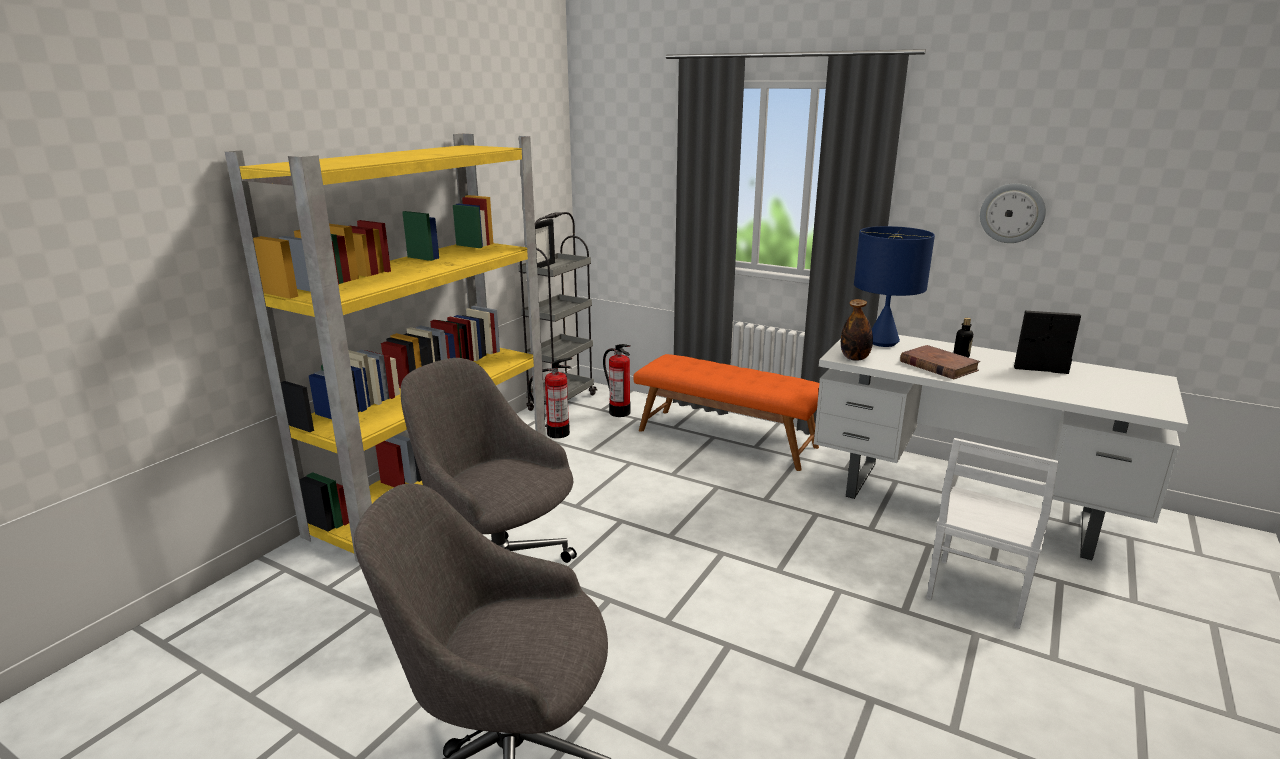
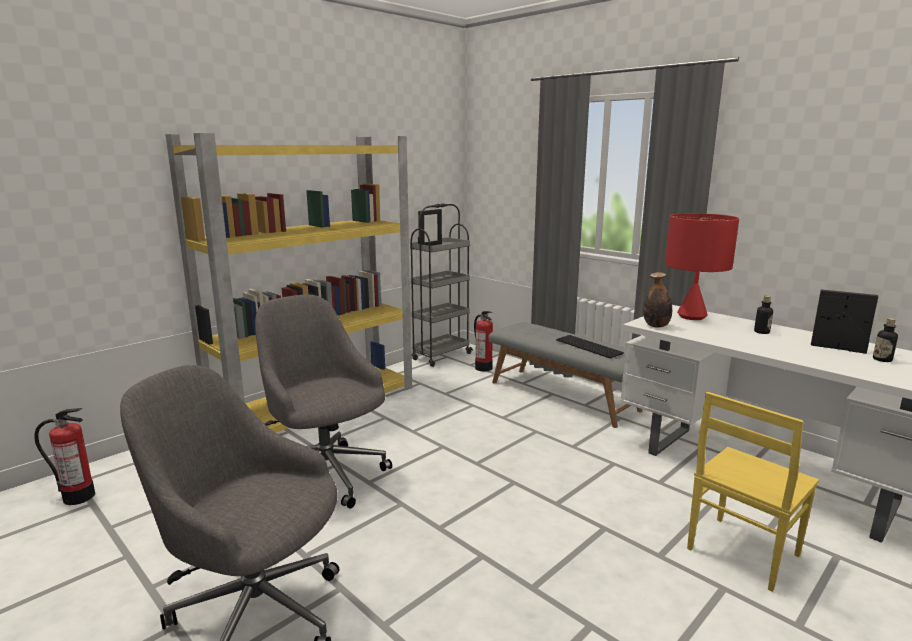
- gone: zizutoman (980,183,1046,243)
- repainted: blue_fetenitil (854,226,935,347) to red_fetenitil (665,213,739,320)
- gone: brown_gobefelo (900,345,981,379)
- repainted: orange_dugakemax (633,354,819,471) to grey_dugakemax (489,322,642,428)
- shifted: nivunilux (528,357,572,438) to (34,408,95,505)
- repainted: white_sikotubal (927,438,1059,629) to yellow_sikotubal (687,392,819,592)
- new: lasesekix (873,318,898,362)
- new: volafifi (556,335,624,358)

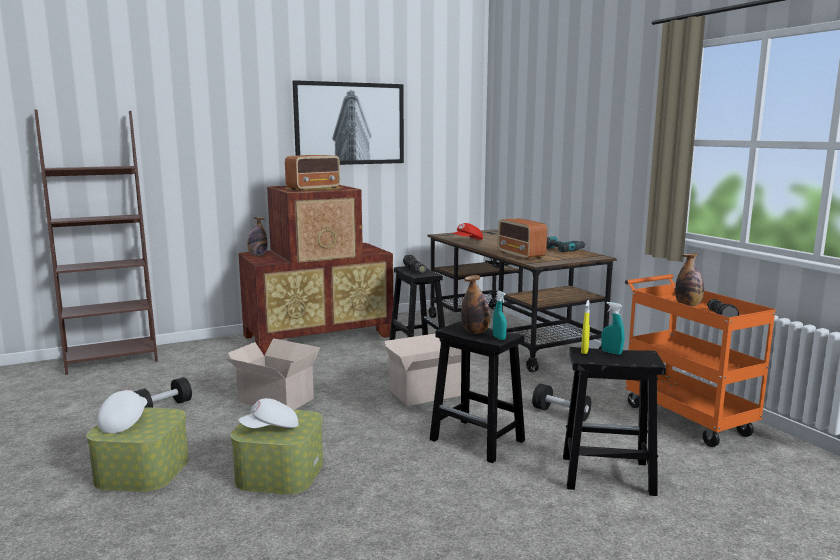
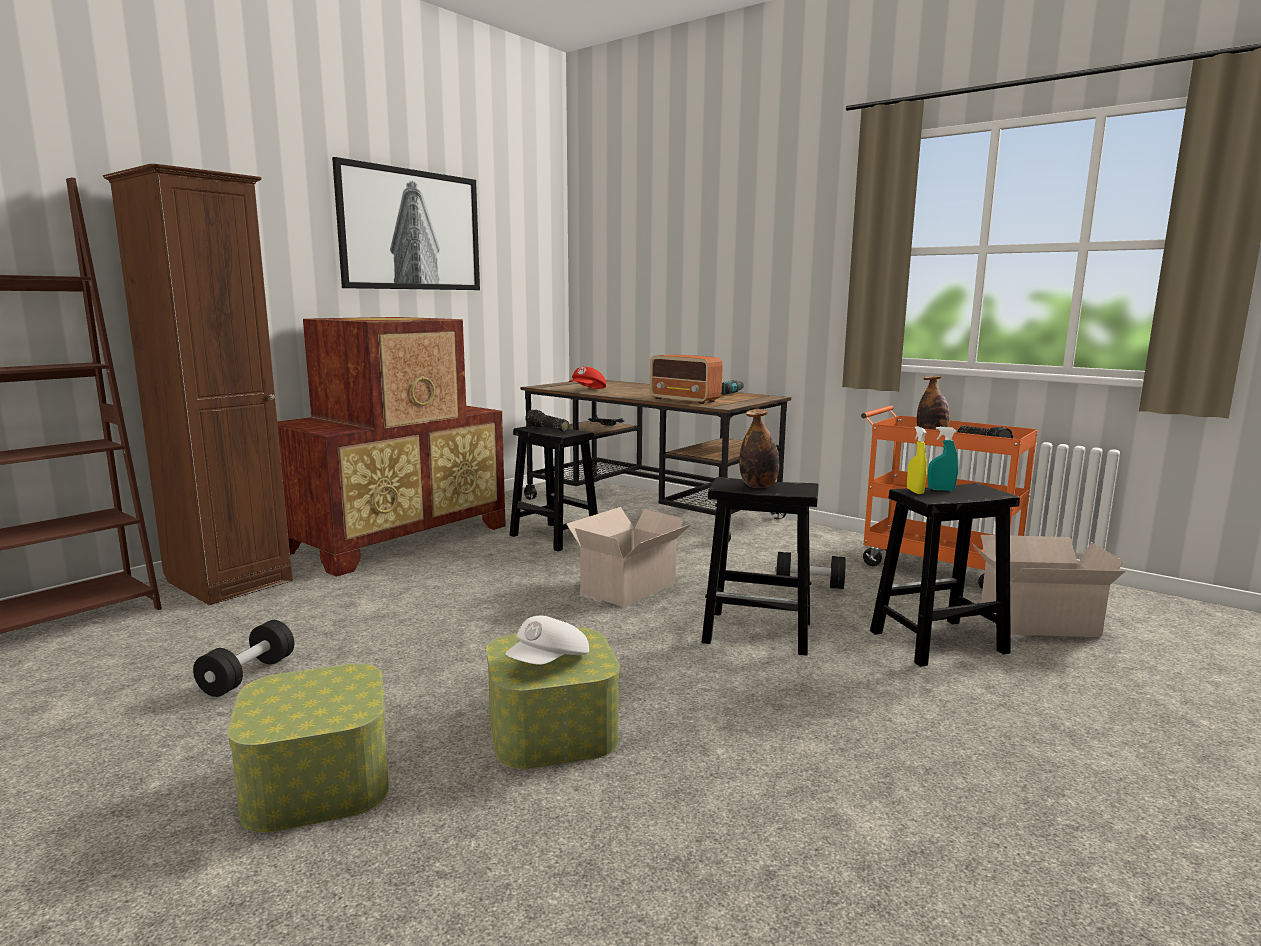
- gone: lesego (285,155,340,191)
- gone: lasesekix (247,217,267,256)
- gone: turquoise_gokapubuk (493,291,507,340)
- shifted: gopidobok (225,338,320,410) to (972,535,1125,637)
- gone: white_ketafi (97,389,147,433)
- new: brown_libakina (103,164,293,605)

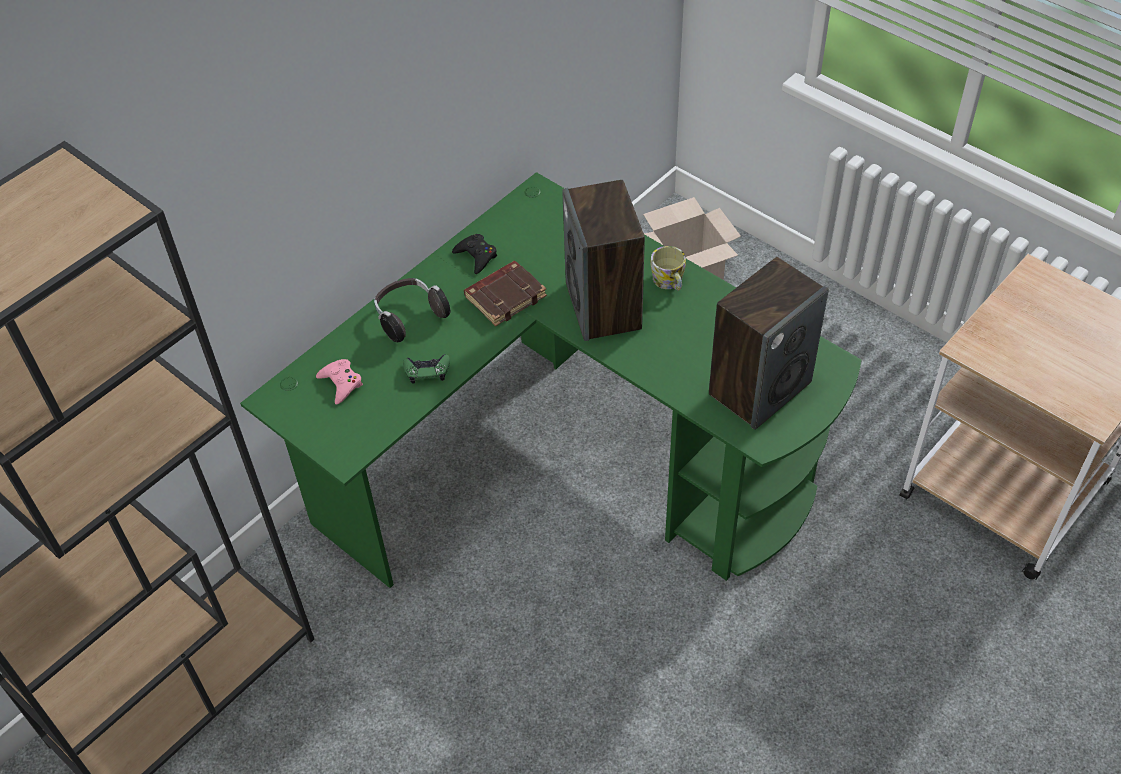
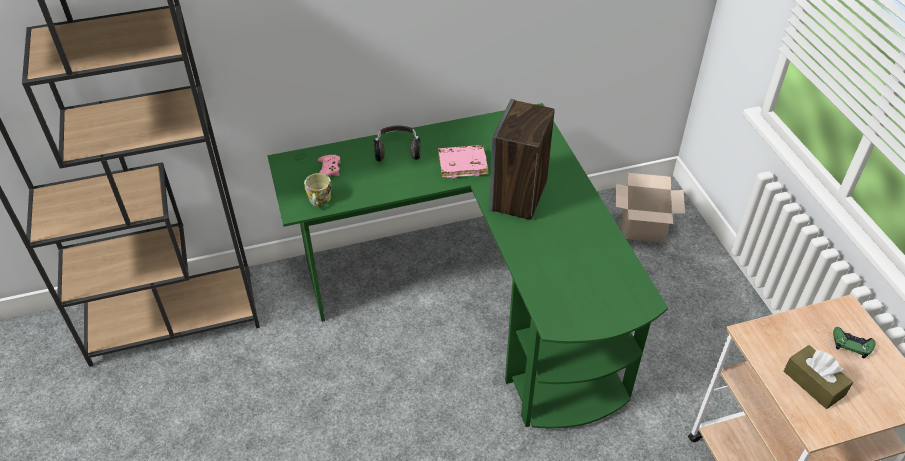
- gone: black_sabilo (452,234,497,274)
- shifted: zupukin (650,246,686,290) to (304,173,331,207)
- gone: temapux (709,257,829,430)
- repainted: brown_gobefelo (464,261,547,326) to pink_gobefelo (438,145,488,178)
- shifted: green_sabilo (403,354,450,384) to (833,327,876,358)
- new: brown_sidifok (784,345,853,409)

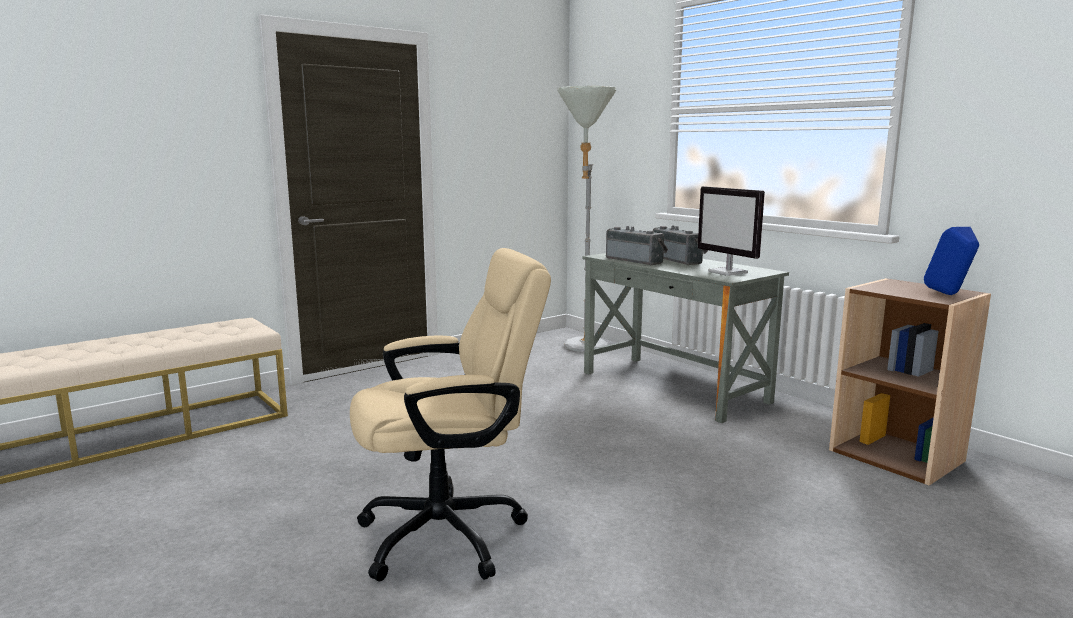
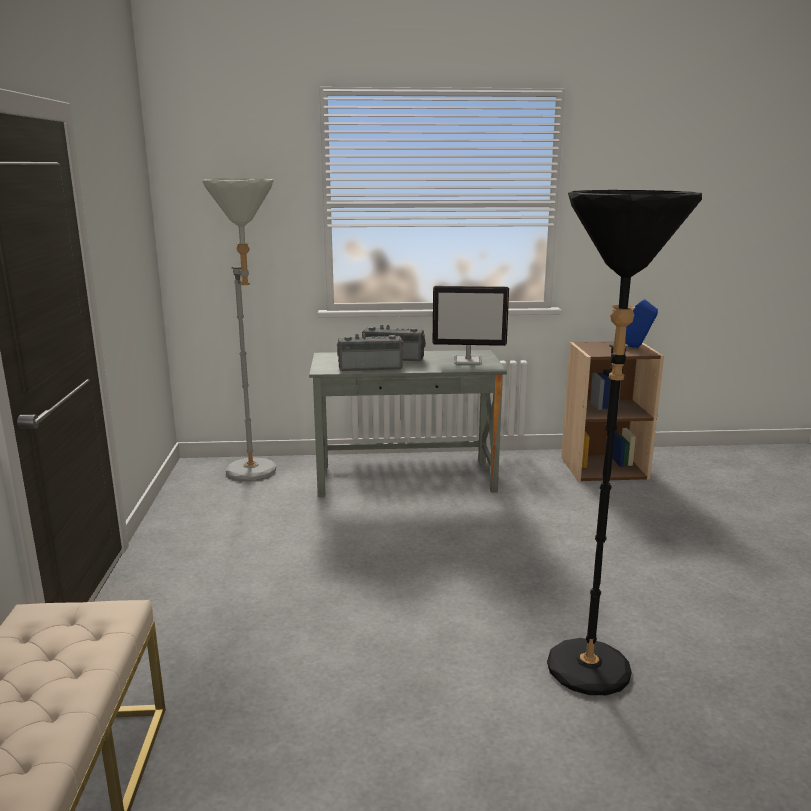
- swapped: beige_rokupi (350,248,551,582) to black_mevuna (547,190,702,695)

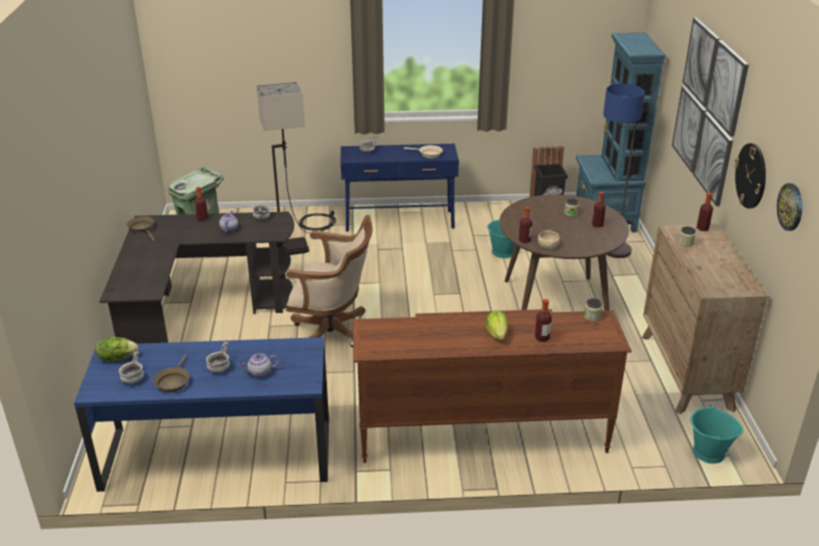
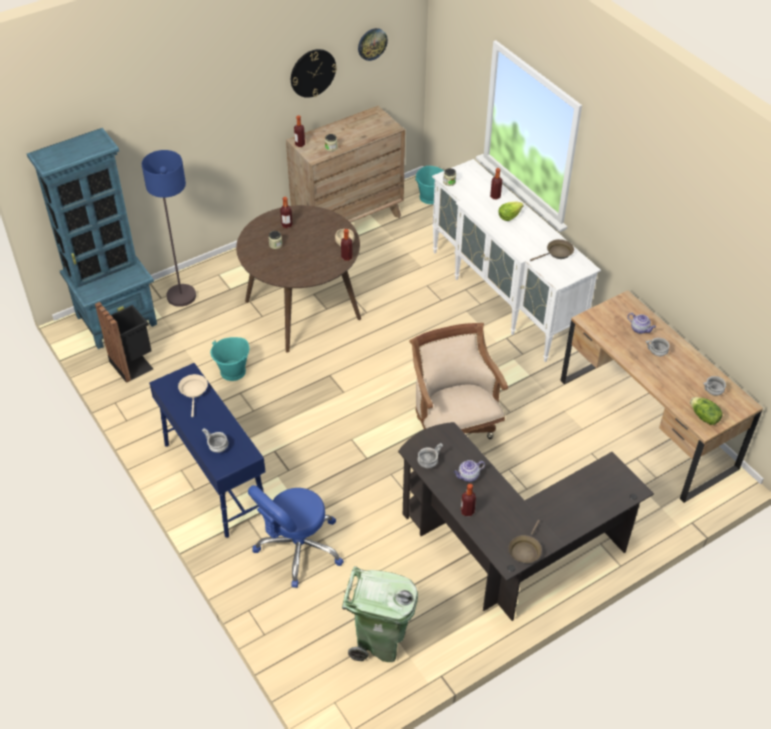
- gone: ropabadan (672,17,749,206)
- swapped: mevuna (257,82,336,255) to blue_rokupi (248,485,344,588)
- repainted: brown_libakina (353,309,632,463) to white_libakina (432,159,601,362)
- repainted: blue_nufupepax (74,337,329,492) to brown_nufupepax (560,290,763,503)
- shifted: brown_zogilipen (153,354,190,393) to (530,239,574,261)

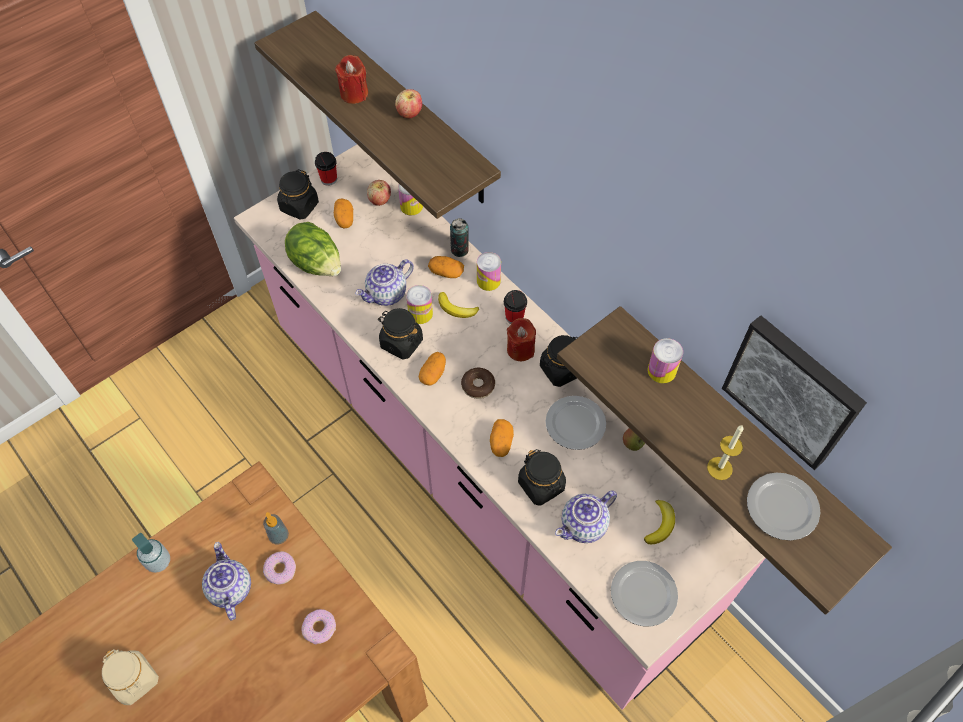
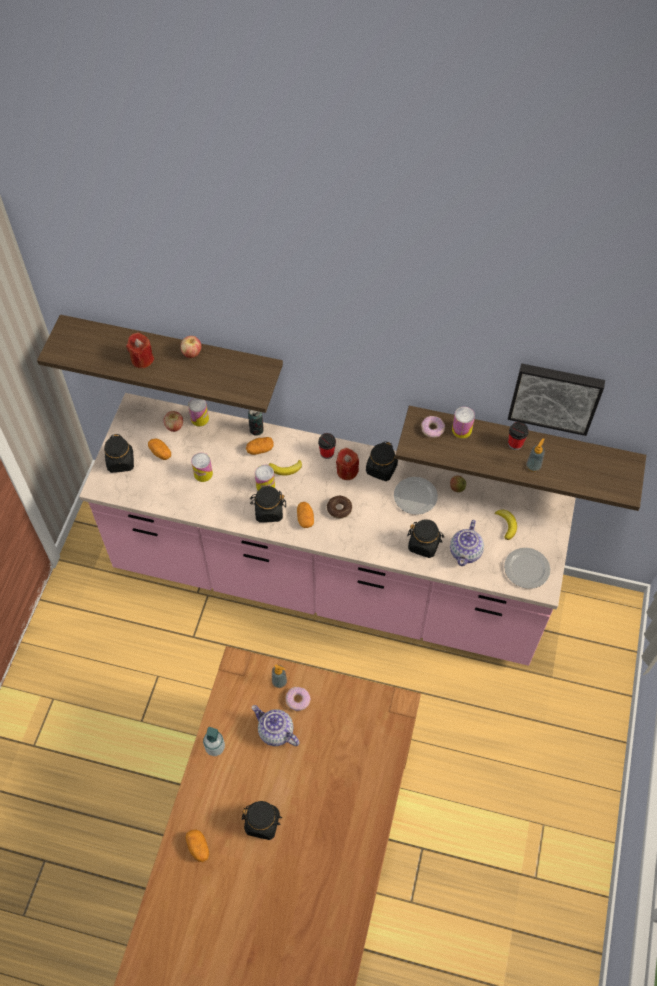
- shifted: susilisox (315,152,337,186) to (508,422,529,450)
- gone: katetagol (285,222,341,276)
- shifted: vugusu (477,252,501,291) to (191,452,213,482)
- gone: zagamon (355,259,414,306)
- shifted: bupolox (490,419,514,457) to (186,830,209,862)
- swapped: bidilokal (707,425,744,480) to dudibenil (526,438,545,472)
- gone: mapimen (747,473,820,541)
- shifted: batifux (302,609,336,644) to (421,416,445,438)
- repainted: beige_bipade (102,649,159,705) to black_bipade (242,801,282,840)

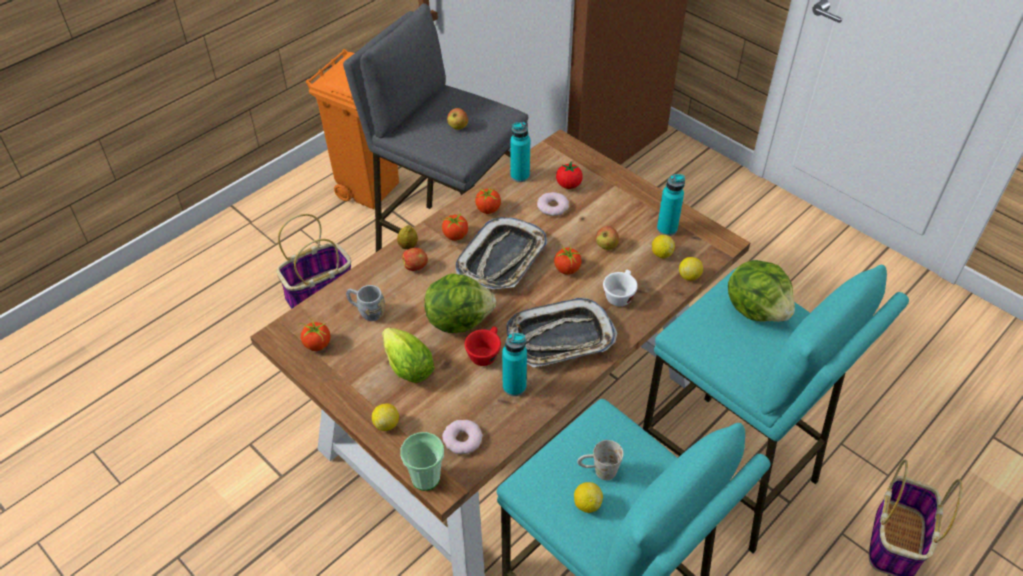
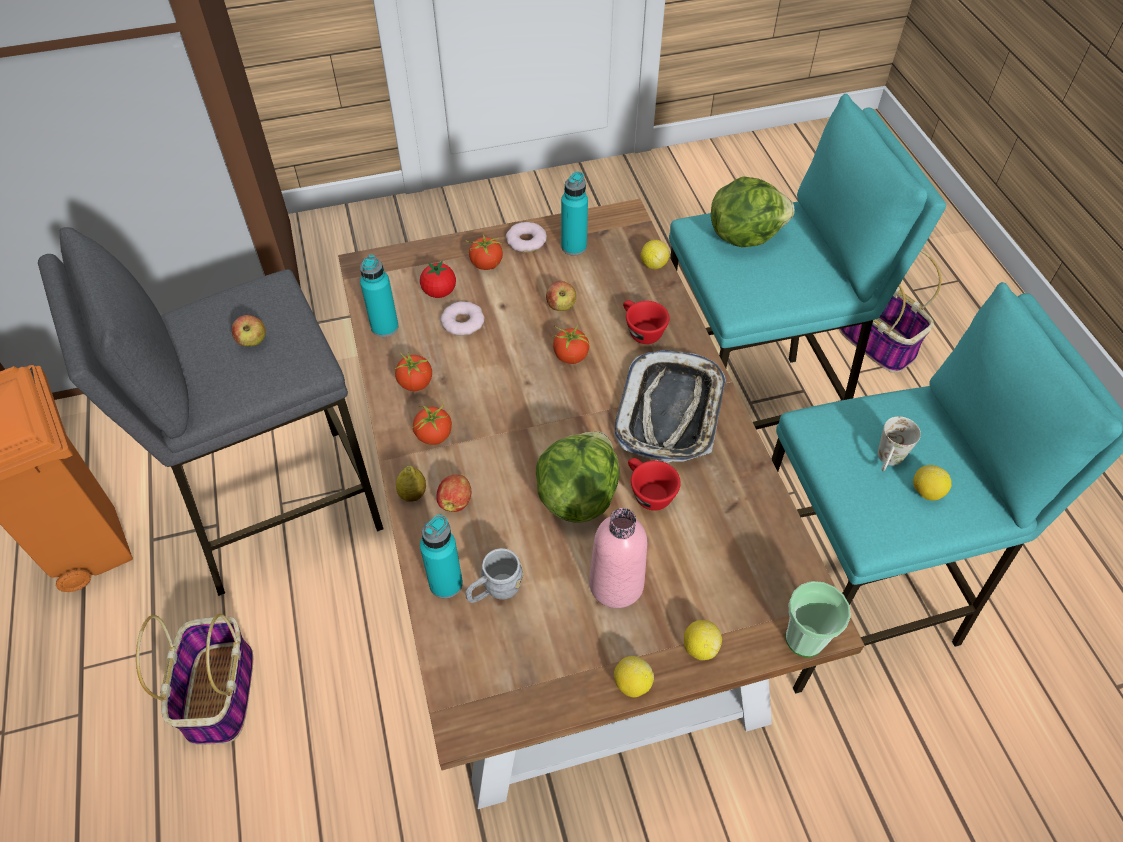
- gone: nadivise (456,217,547,289)
- shifted: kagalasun (652,235,675,258) to (614,656,654,697)
- repainted: white_susilisox (603,270,638,306) to red_susilisox (623,300,669,344)
- shifted: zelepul (300,321,331,351) to (467,234,503,270)
- swapped: katetagol (382,328,435,383) to pink_lasesekix (589,508,647,608)
- shifted: turquoise_lasesekix (502,333,527,396) to (420,515,463,599)
- shifted: batifux (442,420,483,454) to (506,222,547,252)

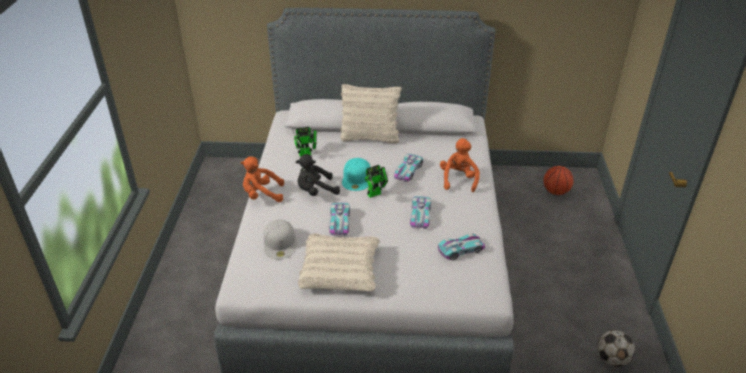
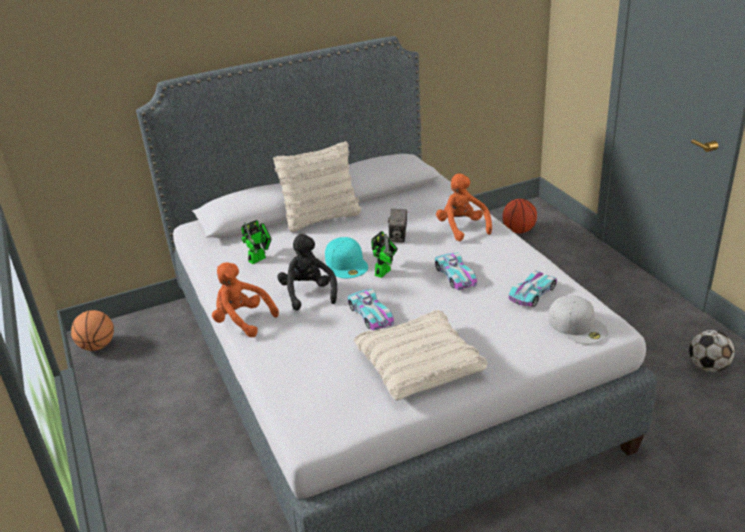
- rotated: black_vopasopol (296,154,340,196) = (277,234,337,311) 120 degrees clockwise
- swapped: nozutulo (394,154,423,182) to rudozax (388,209,407,242)
- rotated: orange_vopasopol (241,157,284,202) = (212,262,279,337) 60 degrees clockwise
- shifted: white_ketafi (264,220,296,259) to (548,295,608,344)
- new: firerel (71,310,114,351)

